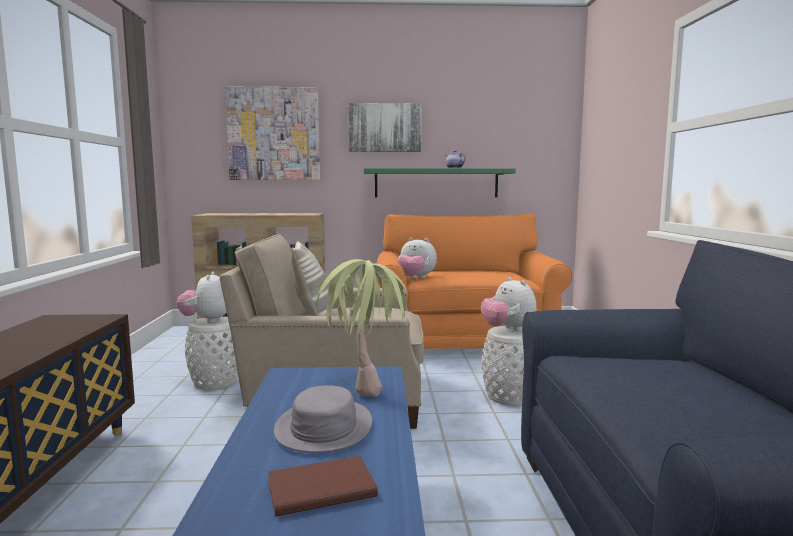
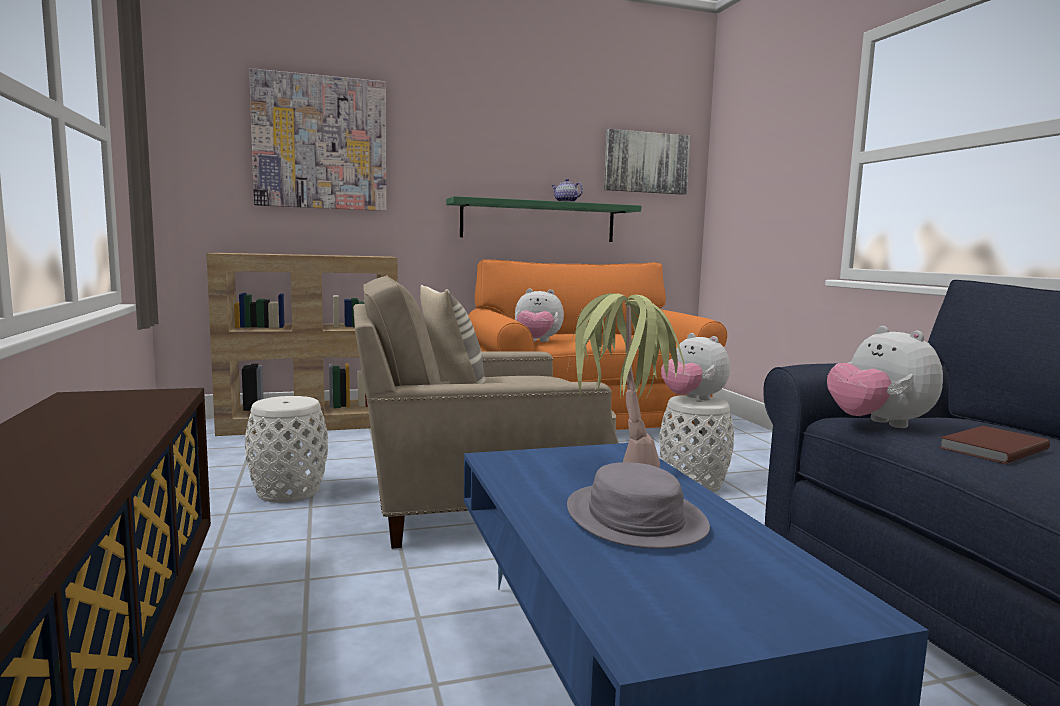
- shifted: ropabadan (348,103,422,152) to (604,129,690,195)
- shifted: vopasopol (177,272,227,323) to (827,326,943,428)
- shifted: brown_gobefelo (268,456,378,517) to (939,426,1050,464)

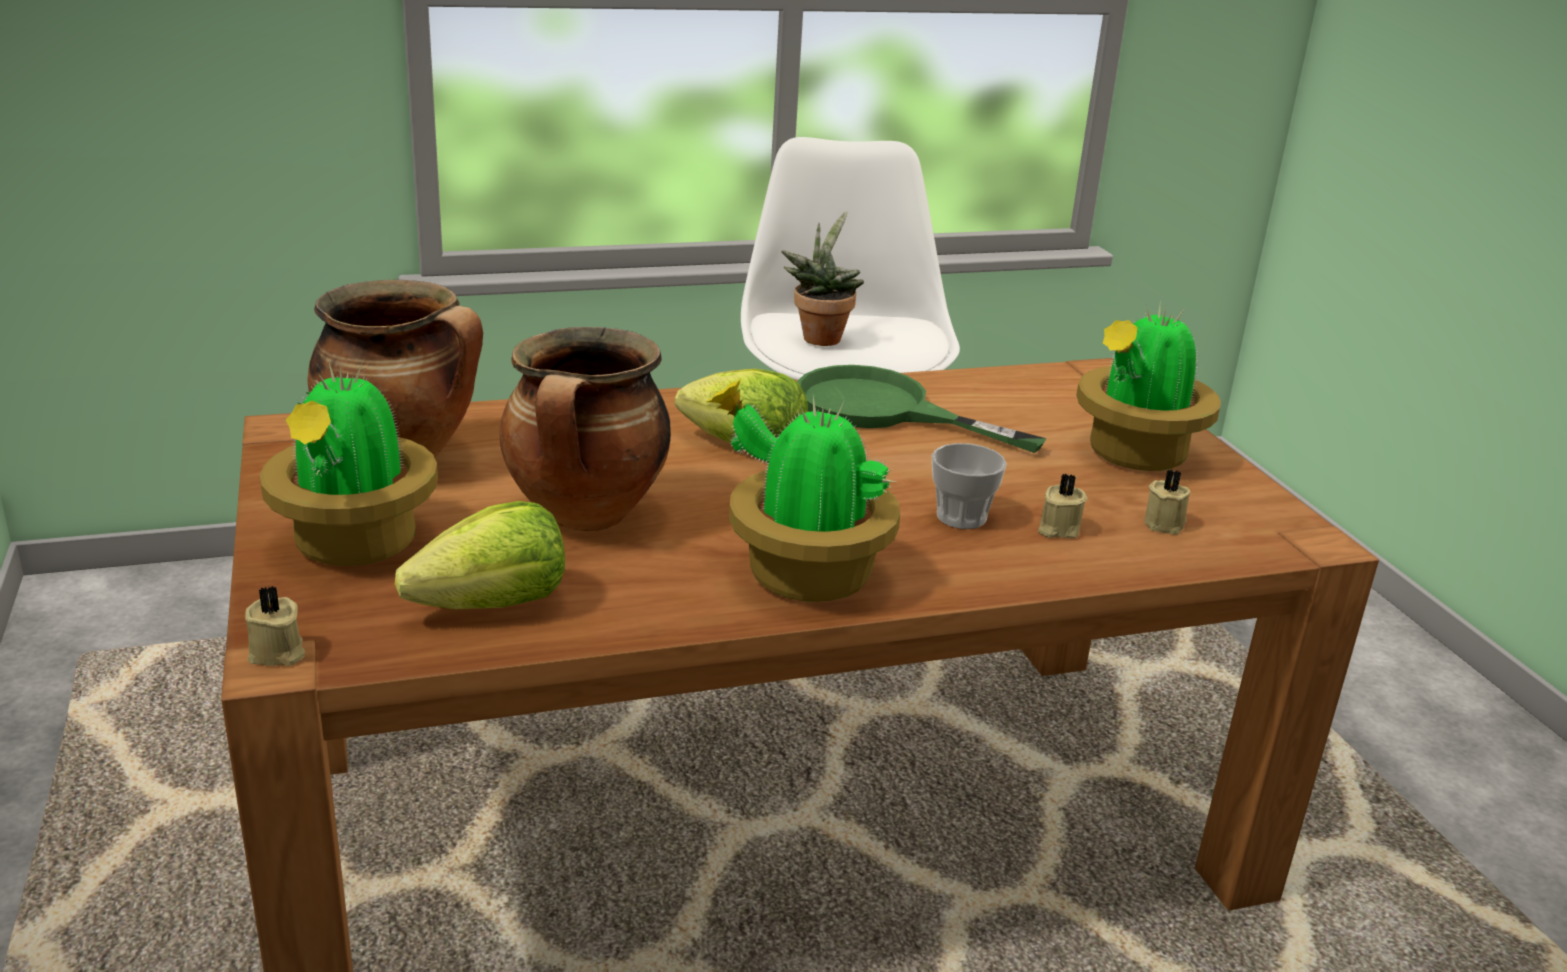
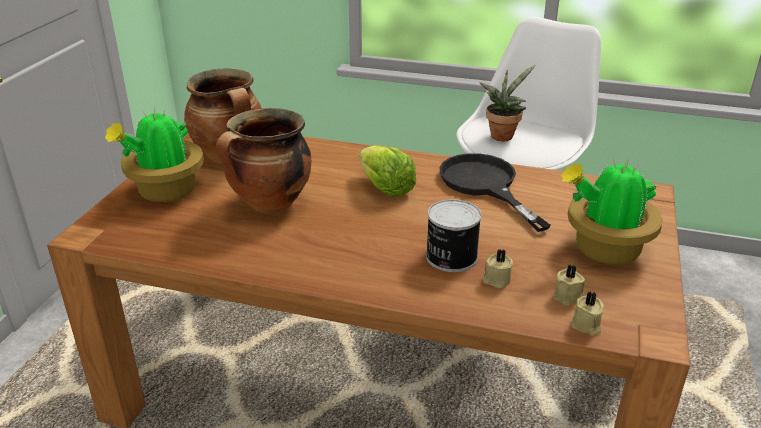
- repainted: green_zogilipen (797,365,1047,453) to black_zogilipen (439,153,551,232)
- gone: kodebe (707,378,900,602)
- swapped: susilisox (932,443,1007,529) to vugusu (426,199,481,272)
- gone: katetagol (395,501,565,609)
- shifted: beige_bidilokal (245,586,305,666) to (571,291,604,336)

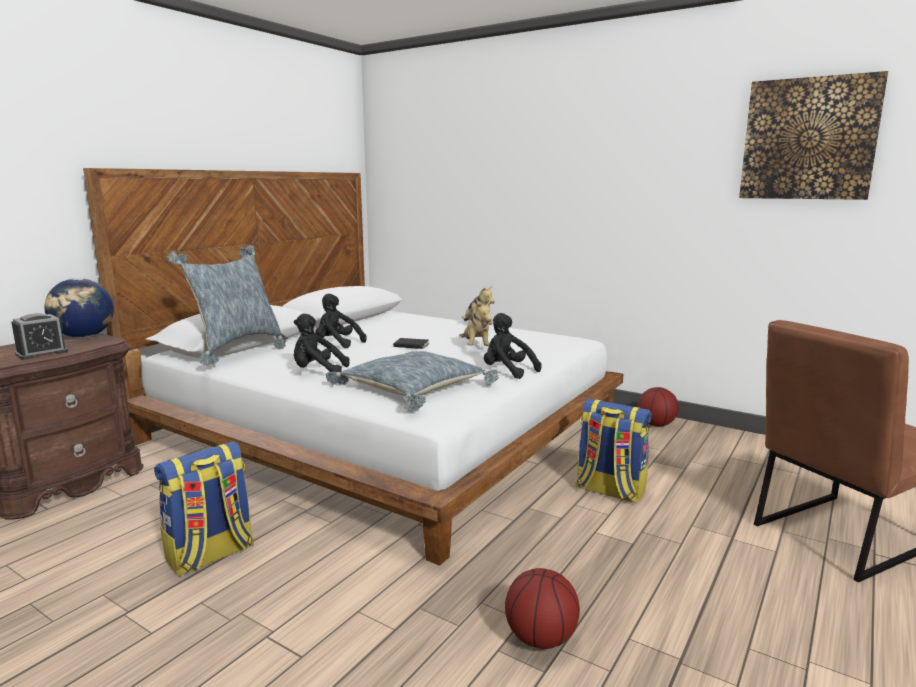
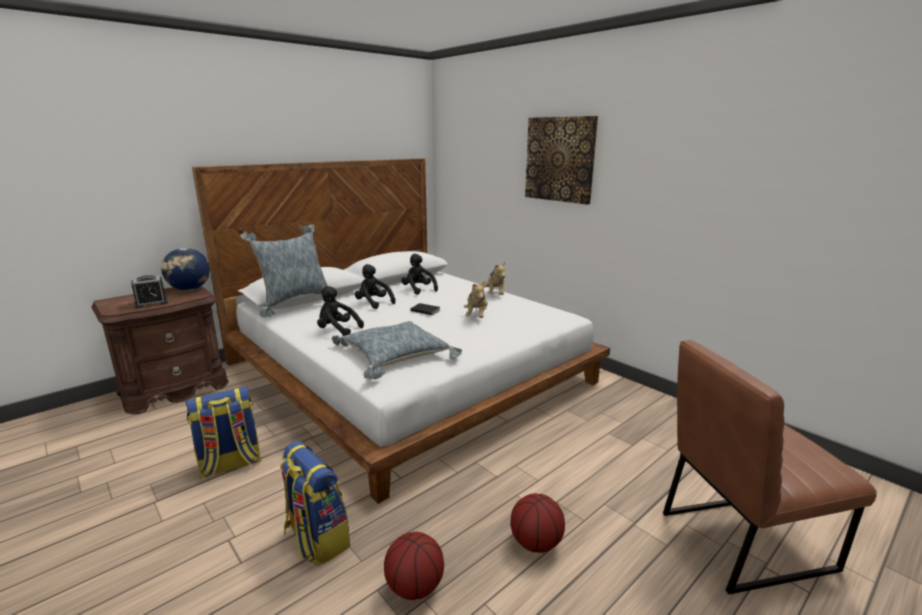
- shifted: ropabadan (739,71,888,200) to (525,116,598,205)
- shifted: black_vopasopol (484,313,542,379) to (401,254,438,295)
- shifted: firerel (638,387,679,426) to (510,493,565,553)
- shifted: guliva (576,398,652,503) to (280,441,350,566)

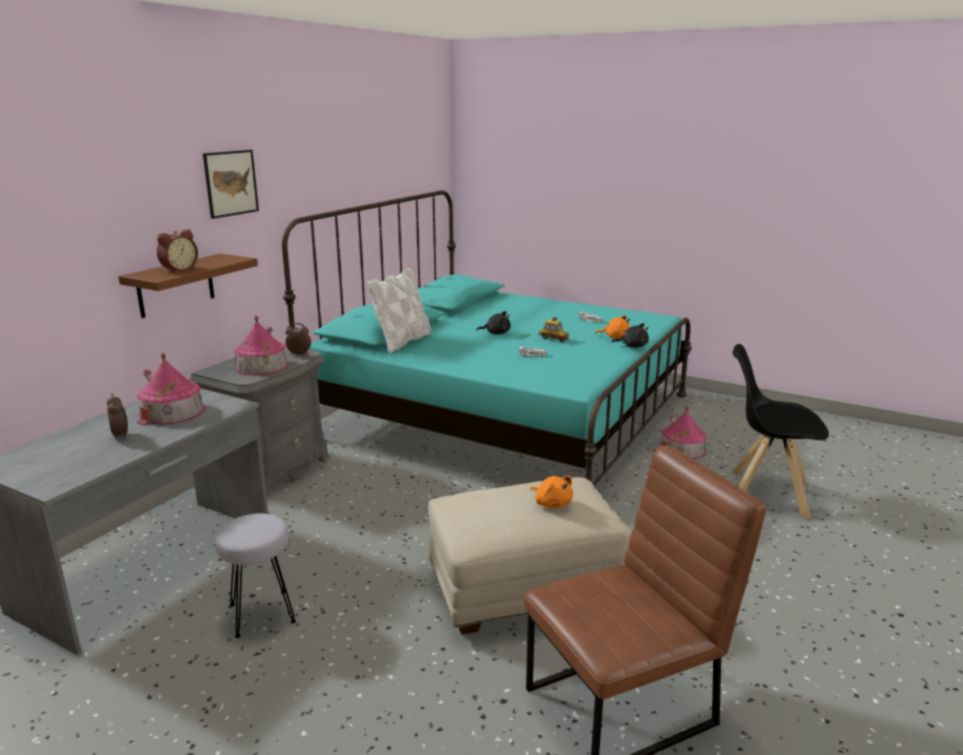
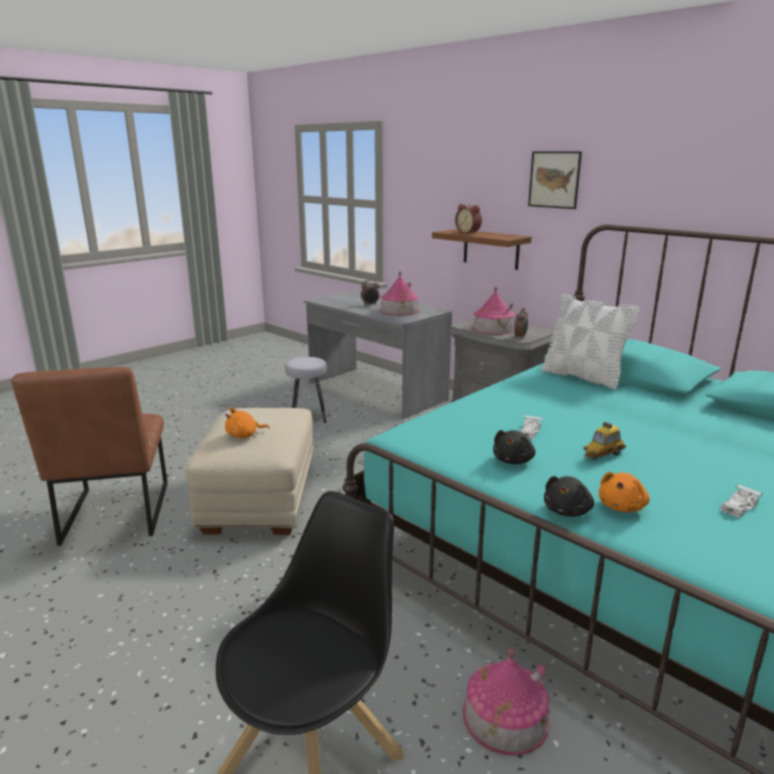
- shifted: black_vopasopol (477,311,511,334) to (493,430,536,464)

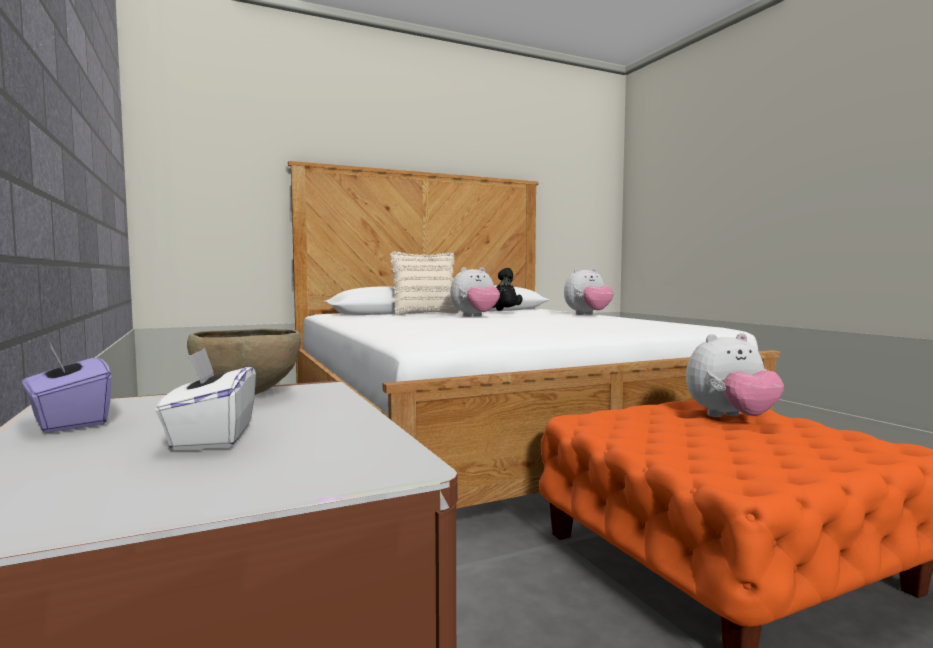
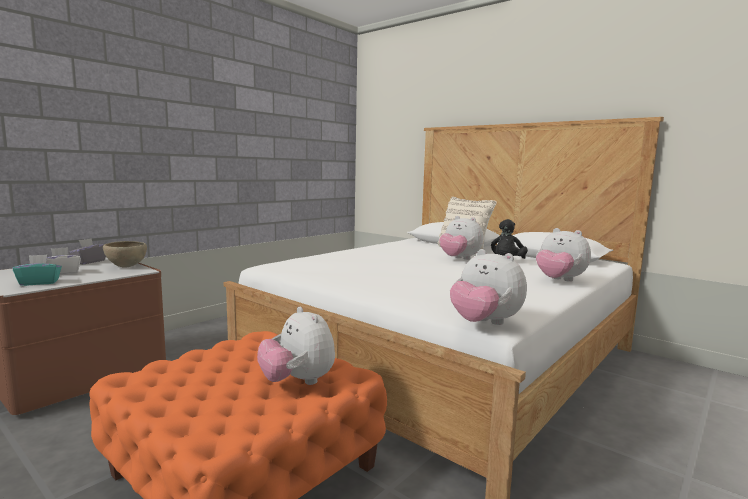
- repainted: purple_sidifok (22,343,112,433) to grey_sidifok (68,238,106,264)
- new: vopasopol (450,249,527,325)
- new: turquoise_sidifok (13,254,62,286)

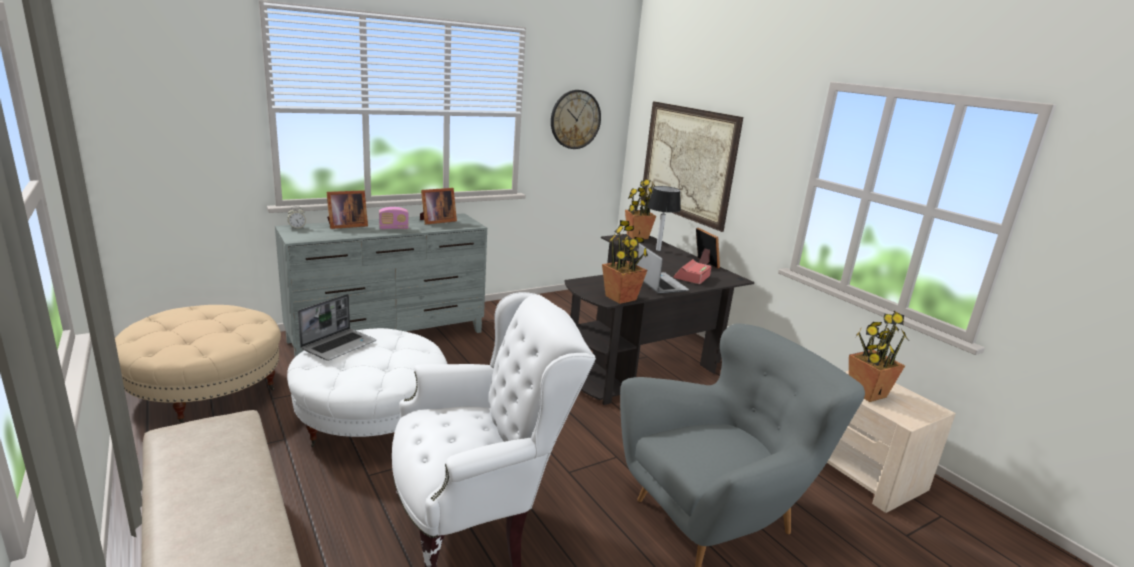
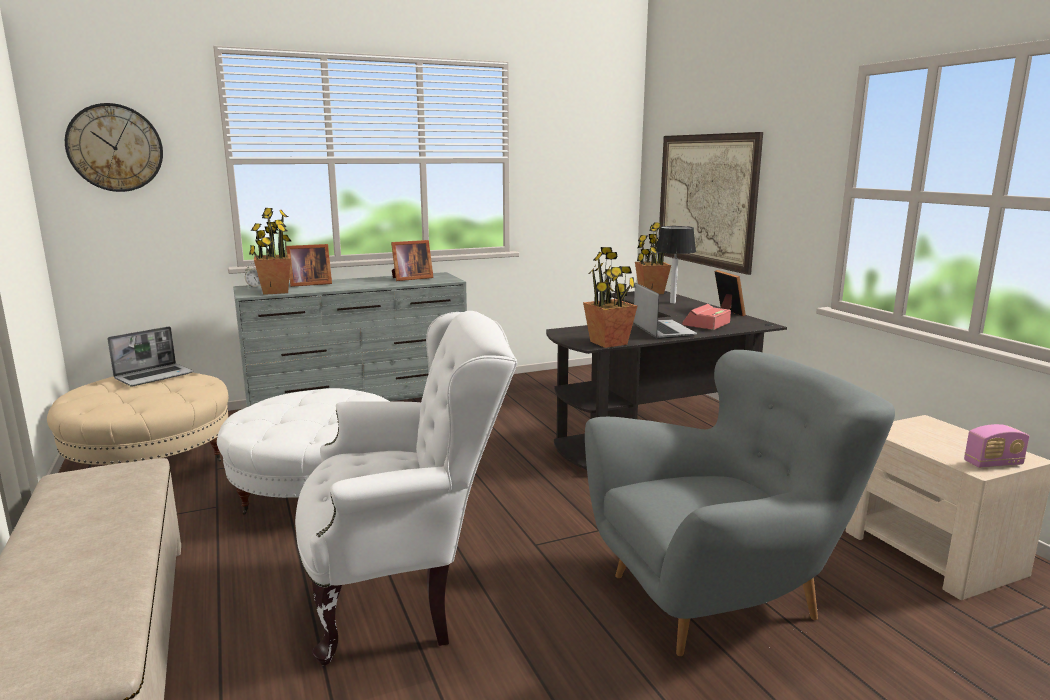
- shifted: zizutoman (551,90,601,149) to (65,103,163,192)
- shifted: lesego (379,207,409,229) to (964,424,1029,468)
- shifted: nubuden (298,294,376,361) to (107,326,194,386)
- shifted: kodebe (849,311,908,402) to (249,208,292,295)

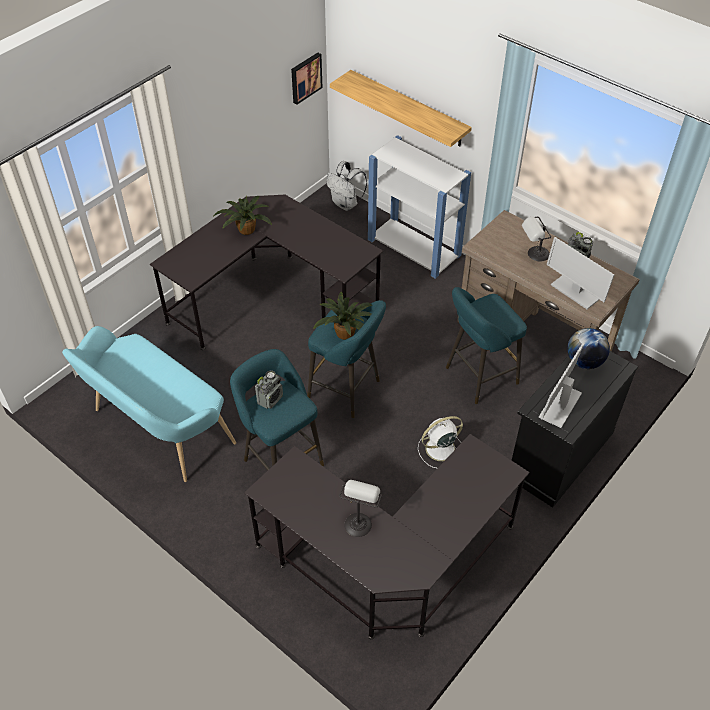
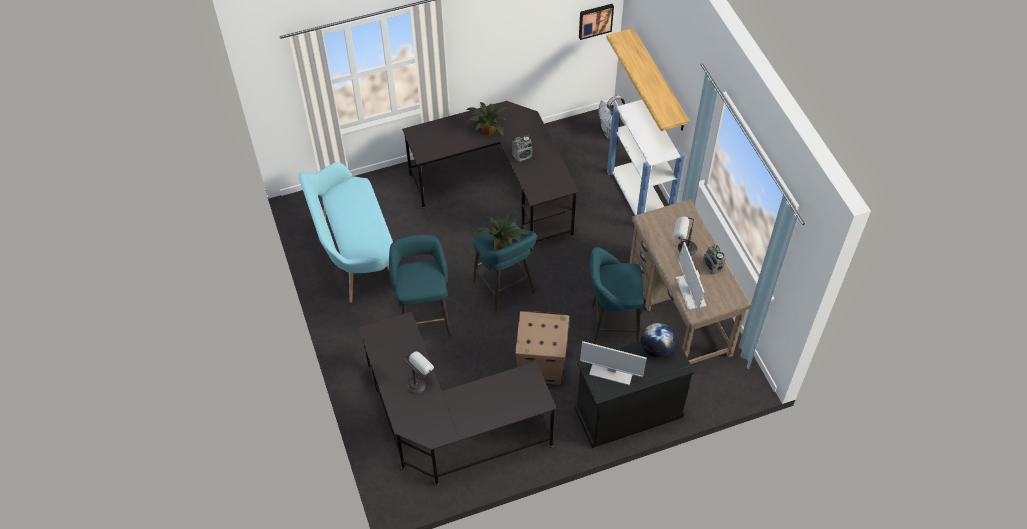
- rotated: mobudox (539,343,585,428) = (580,341,647,385) 135 degrees counterclockwise
- shifted: lesego (255,370,283,409) to (512,135,532,162)
- swapped: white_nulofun (418,416,463,468) to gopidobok (515,311,569,385)

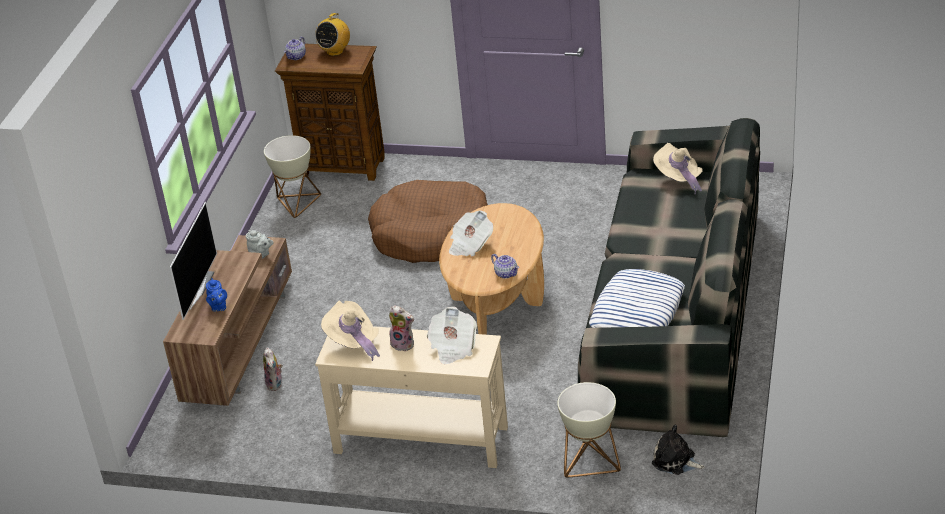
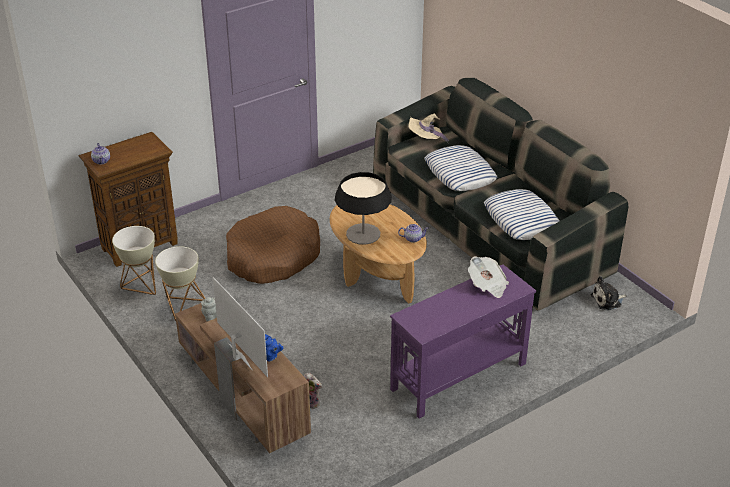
- gone: lesego (315,13,350,56)
- swapped: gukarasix (449,210,493,256) to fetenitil (335,172,392,245)
- gone: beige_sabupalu (321,301,380,361)
- gone: vopasopol (389,305,414,351)
- repainted: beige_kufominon (315,326,508,468) to purple_kufominon (390,264,536,418)
- shifted: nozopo (557,382,621,477) to (155,246,206,321)
- new: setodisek (424,145,497,191)

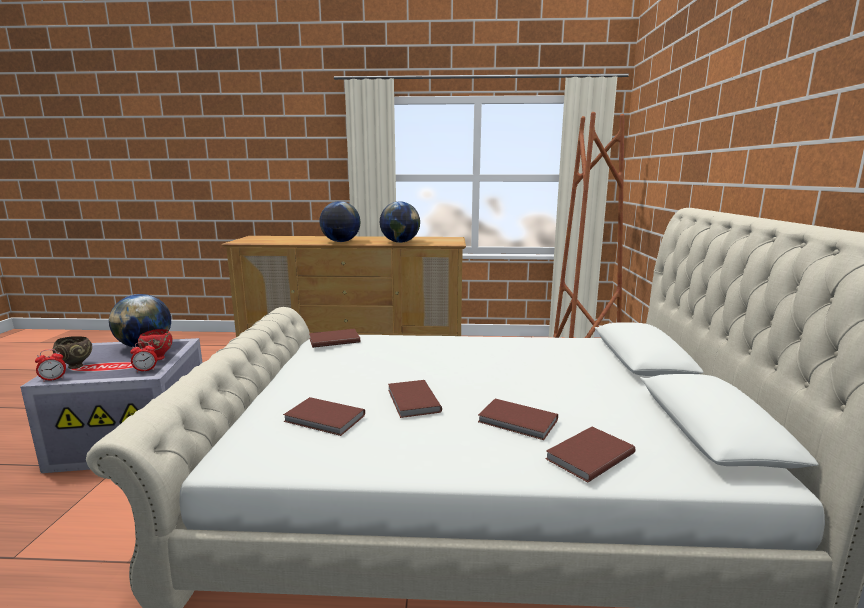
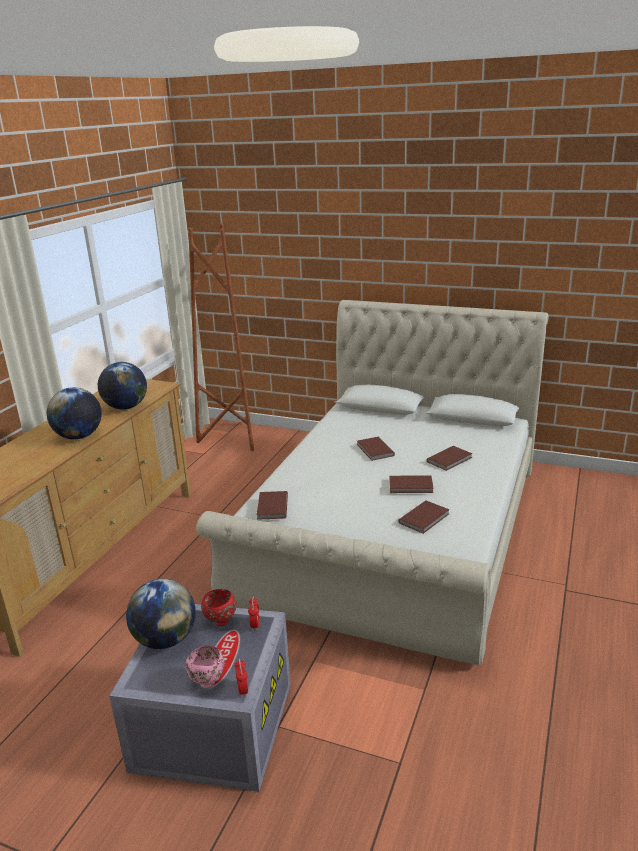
- repainted: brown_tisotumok (53,336,92,369) to pink_tisotumok (185,645,225,688)
- shifted: brown_gobefelo (545,427,635,482) to (357,437,395,461)

